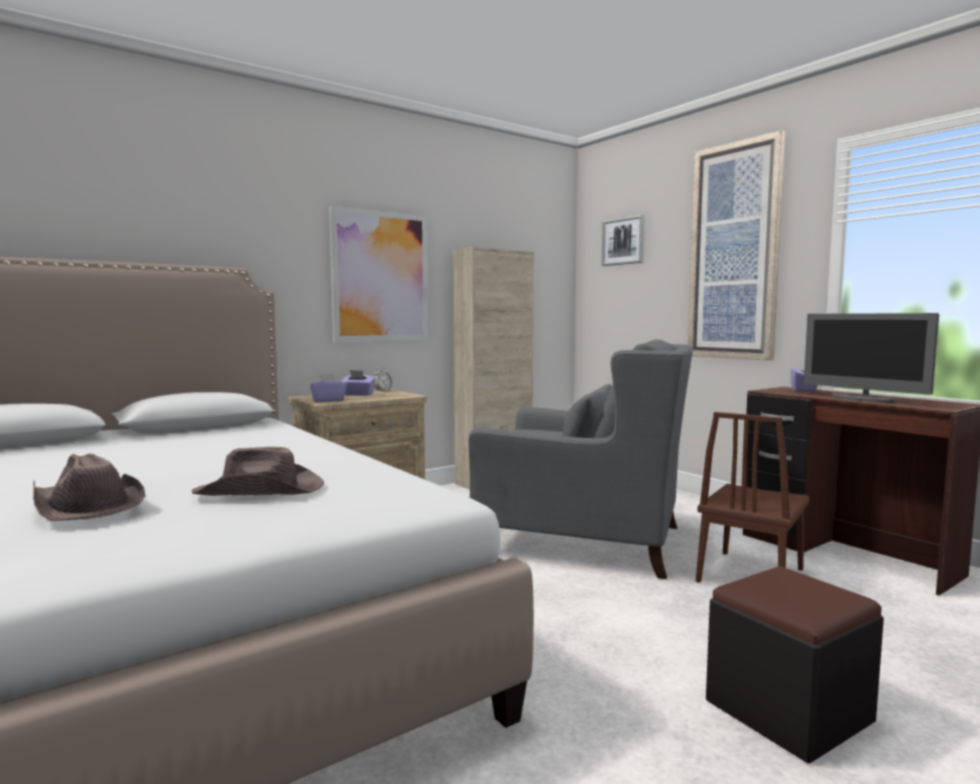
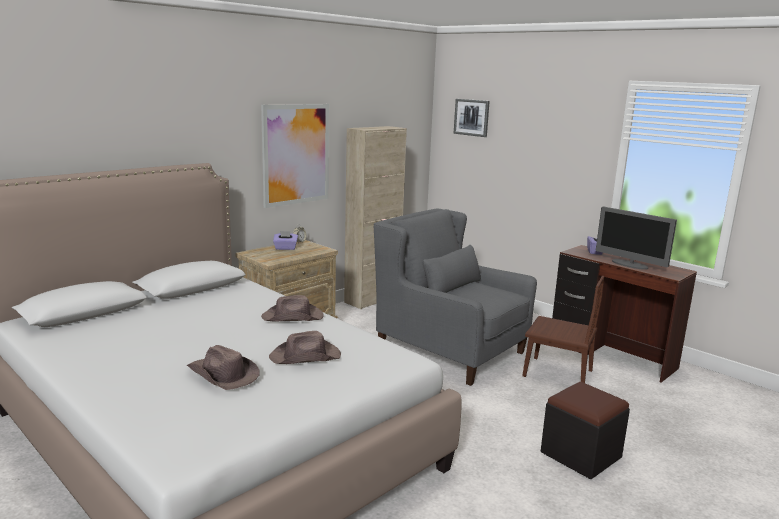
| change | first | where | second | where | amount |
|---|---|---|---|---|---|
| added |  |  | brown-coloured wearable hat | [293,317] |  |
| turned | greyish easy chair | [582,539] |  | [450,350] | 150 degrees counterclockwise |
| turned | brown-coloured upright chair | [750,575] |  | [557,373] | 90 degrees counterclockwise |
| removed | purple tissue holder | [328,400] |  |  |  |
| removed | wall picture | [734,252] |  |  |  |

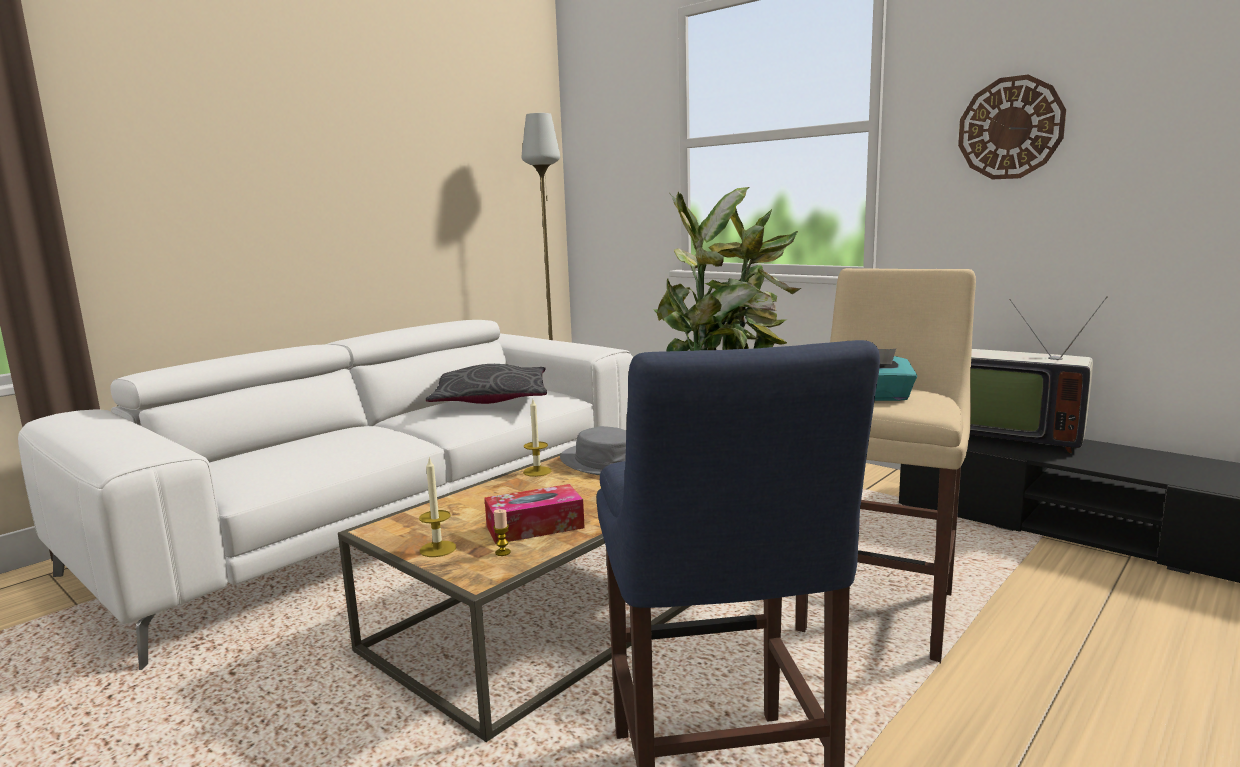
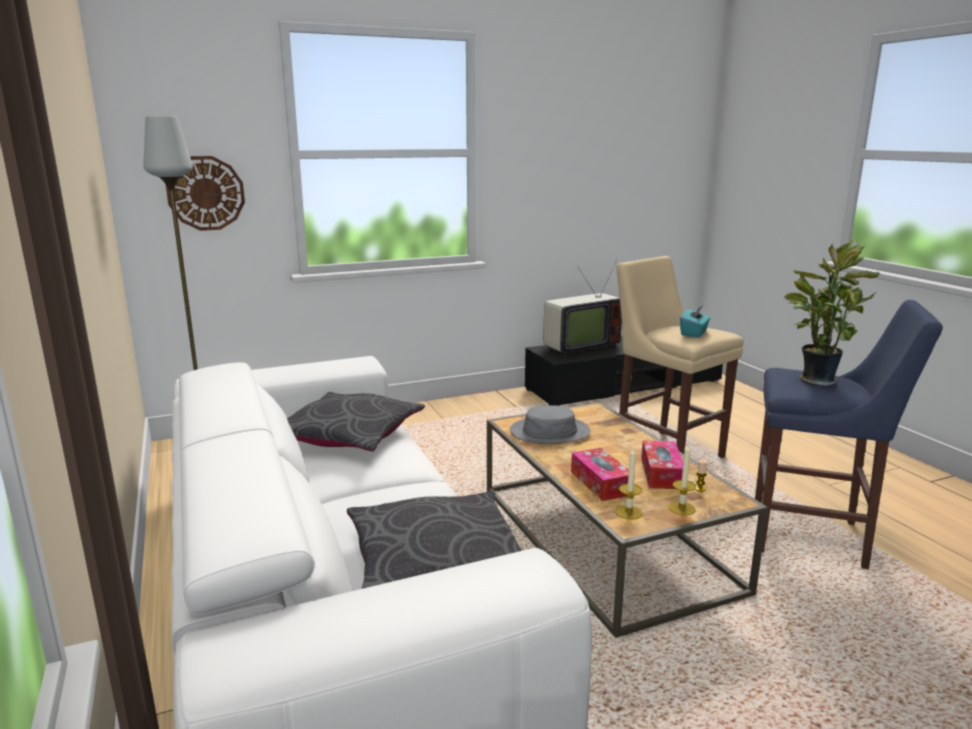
| change | first | where | second | where | amount |
|---|---|---|---|---|---|
| moved | wall clock | [1010,128] |  | [206,193] |  |
| added |  |  | greyish cushion | [435,562] |  |
| added |  |  | tissue holder | [601,483] |  |
| moved | wax candle | [537,471] |  | [628,512] |  |

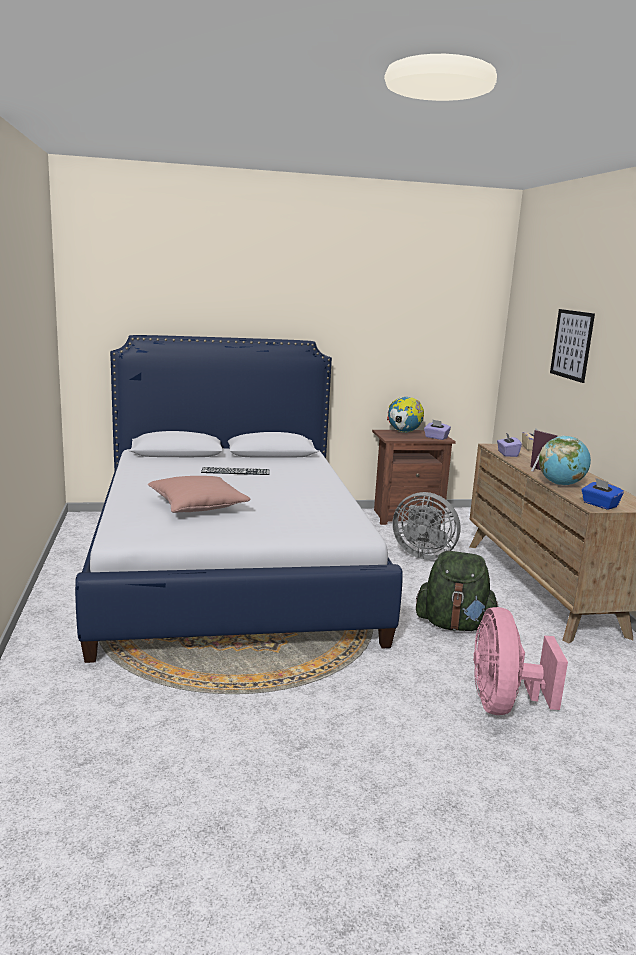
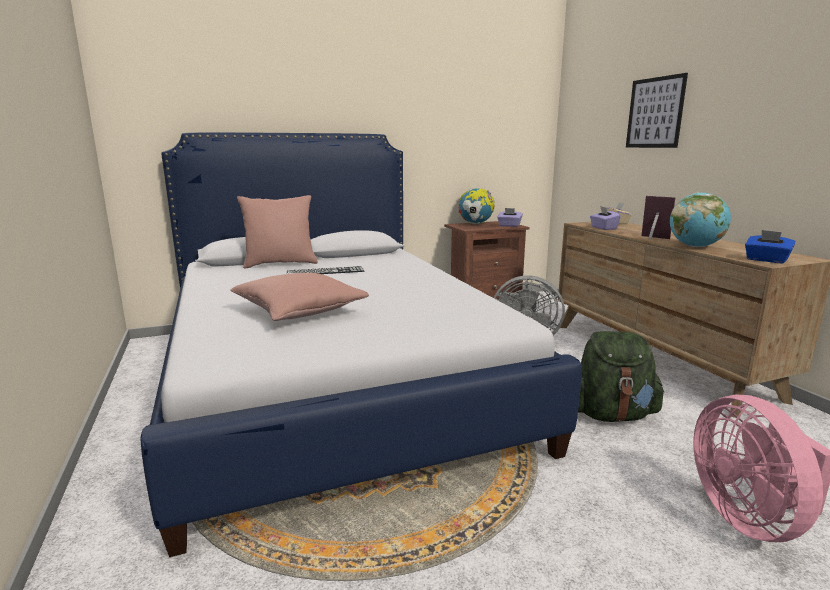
| change | first | where | second | where | amount |
|---|---|---|---|---|---|
| added |  |  | pink cushion | [280,264] |  |

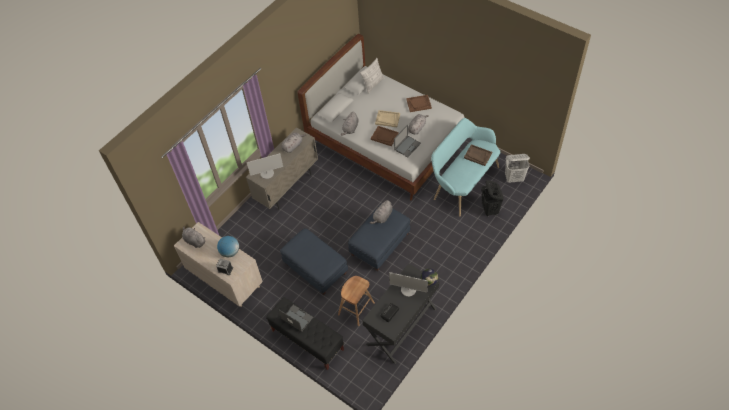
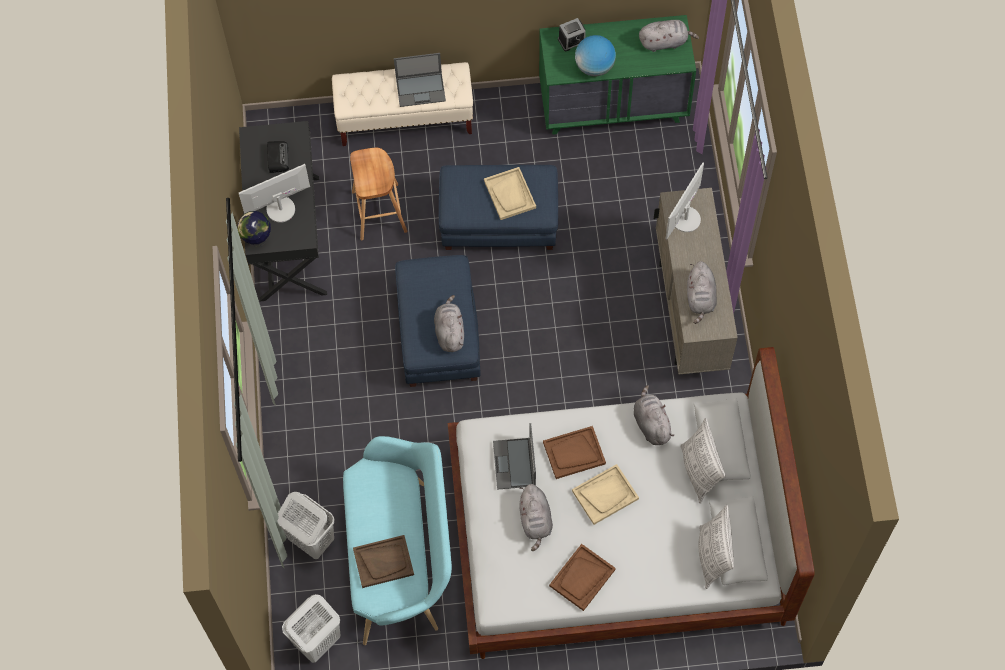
| change | first | where | second | where | amount |
|---|---|---|---|---|---|
| recoloured | blackish hamper | [490,209] | white-coloured hamper | [311,539] |  |
| recoloured | blackish long seat | [307,340] | beige long seat | [405,120] |  |
| added |  |  | beige tray | [510,194] |  |
| recoloured | beige chest of drawers | [225,279] | green chest of drawers | [613,105] |  |
| added |  |  | cushion | [699,472] |  |

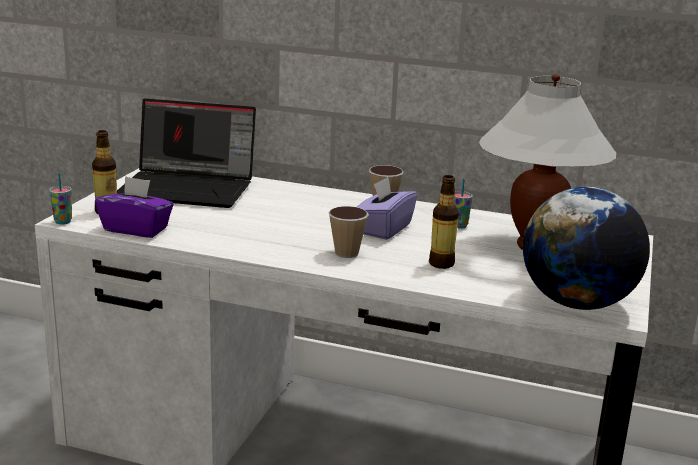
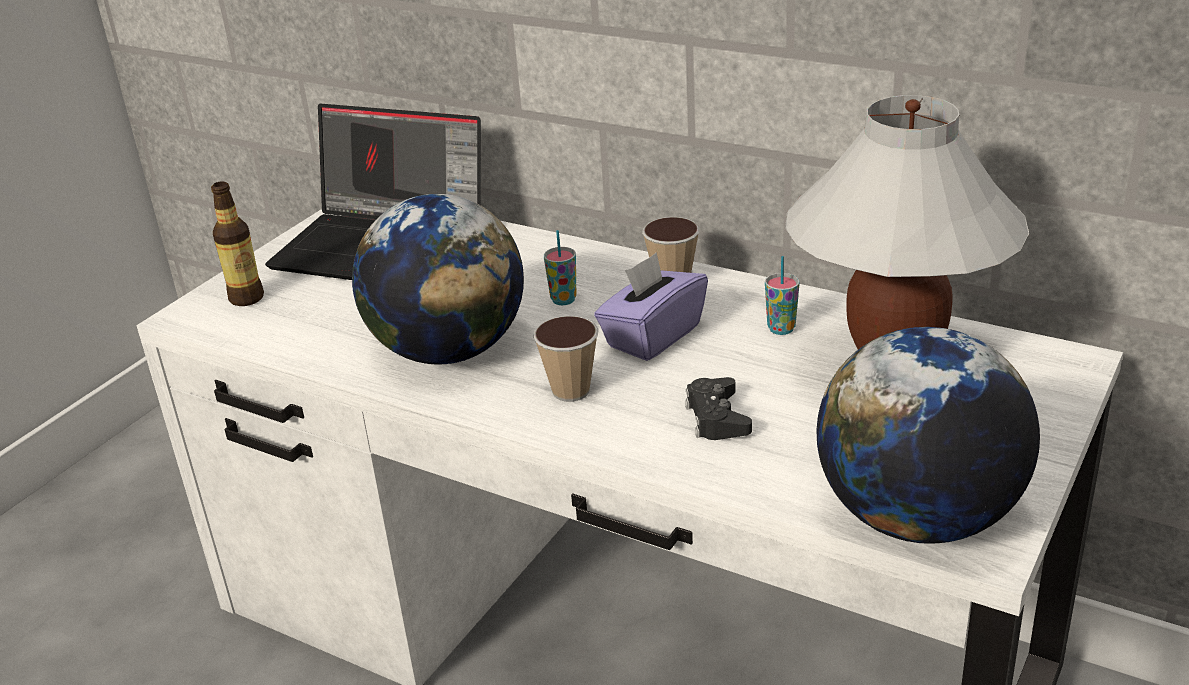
| change | first | where | second | where | amount |
|---|---|---|---|---|---|
| added |  |  | world globe | [449,350] |  |
| moved | small cup | [63,222] |  | [563,300] |  |
| replaced | bottle | [441,264] | blackish joypad | [717,417] |  |
| removed | purple tissue holder | [136,229] |  |  |  |

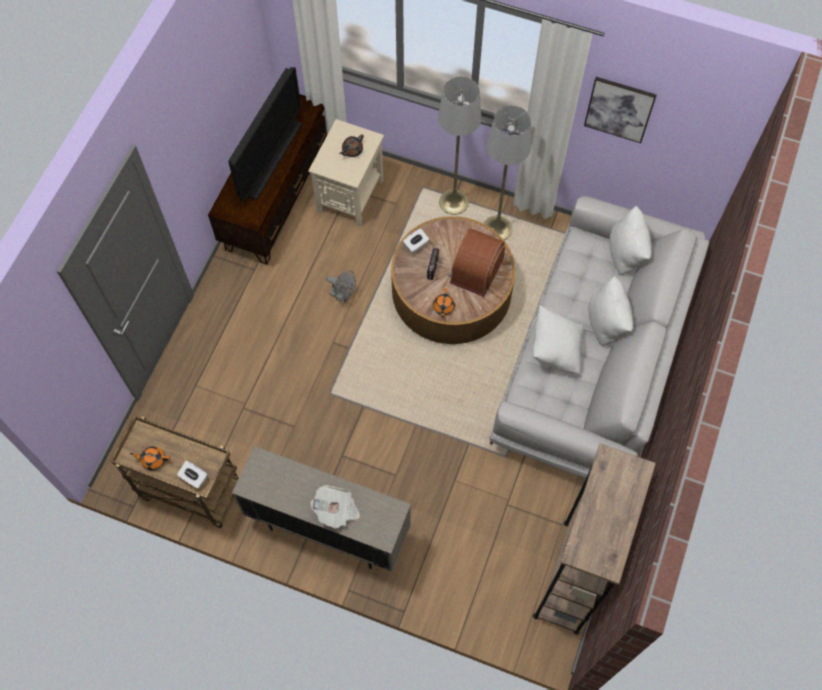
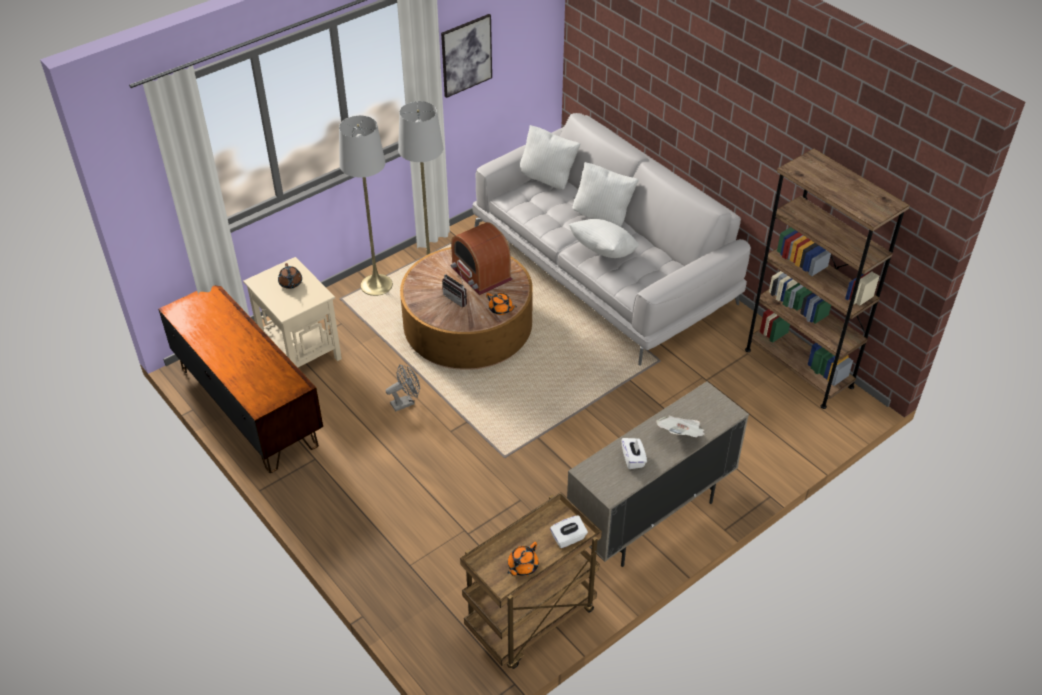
| change | first | where | second | where | amount |
|---|---|---|---|---|---|
| moved | white-coloured tissue holder | [416,245] |  | [633,459] |  |
| removed | TV set | [271,158] |  |  |  |

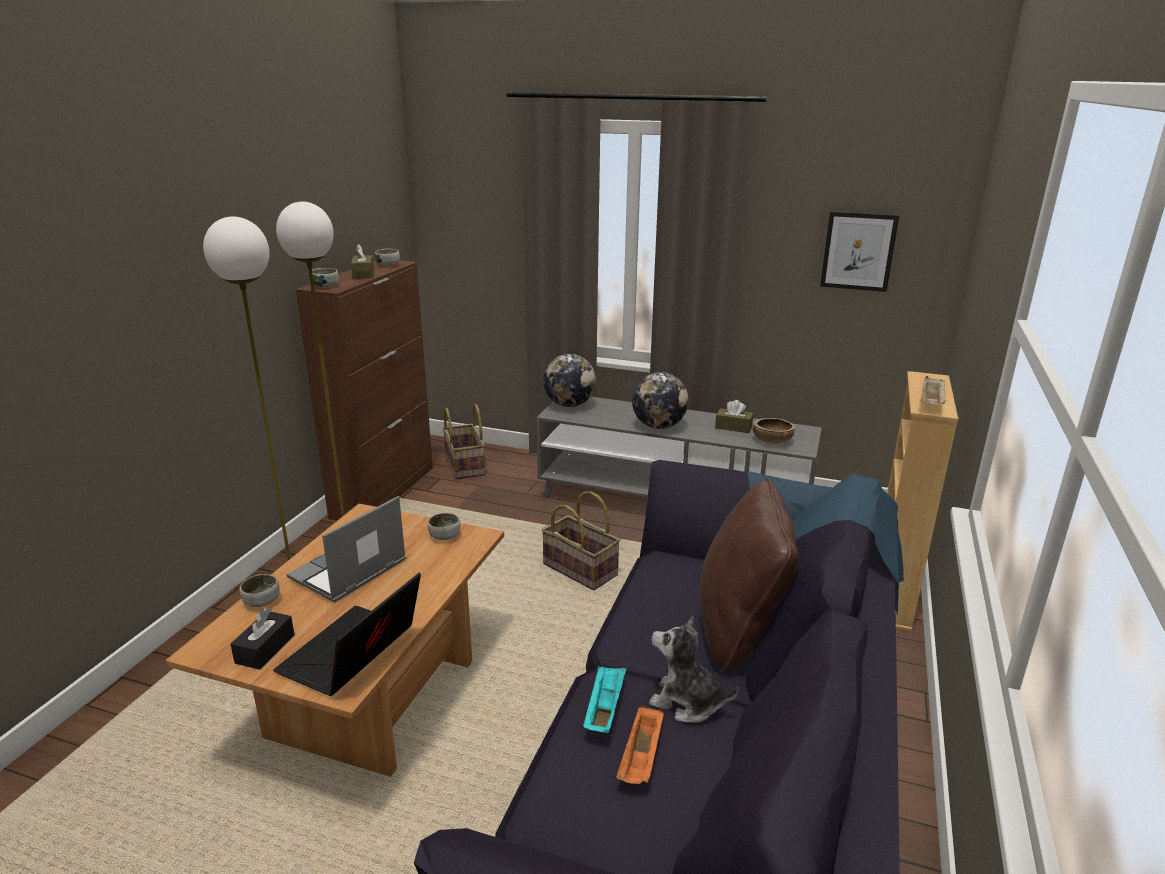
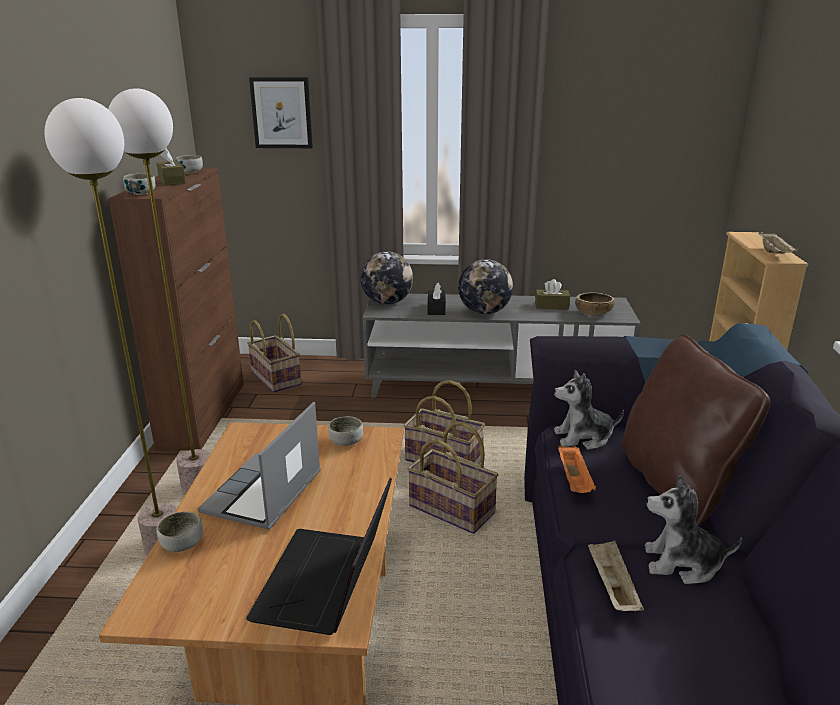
| change | first | where | second | where | amount |
|---|---|---|---|---|---|
| moved | wall picture | [858,251] |  | [281,113] |  |
| added |  |  | storage basket | [453,509] |  |
| moved | blackish tissue holder | [265,649] |  | [436,309] |  |
| added |  |  | cuddly toy | [583,438] |  |
| moved | orangey tray | [641,758] |  | [574,481] |  |
| recoloured | turquoise tray | [604,709] | beige tray | [611,587] |  |

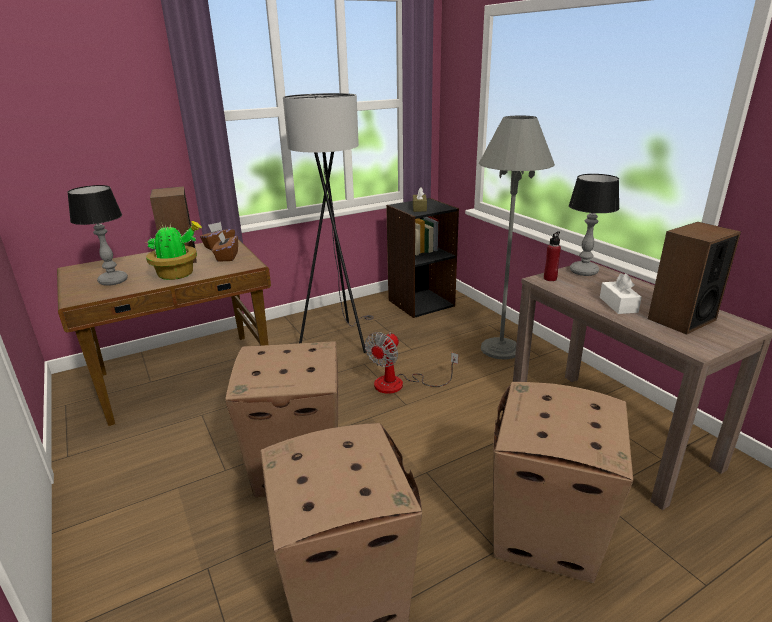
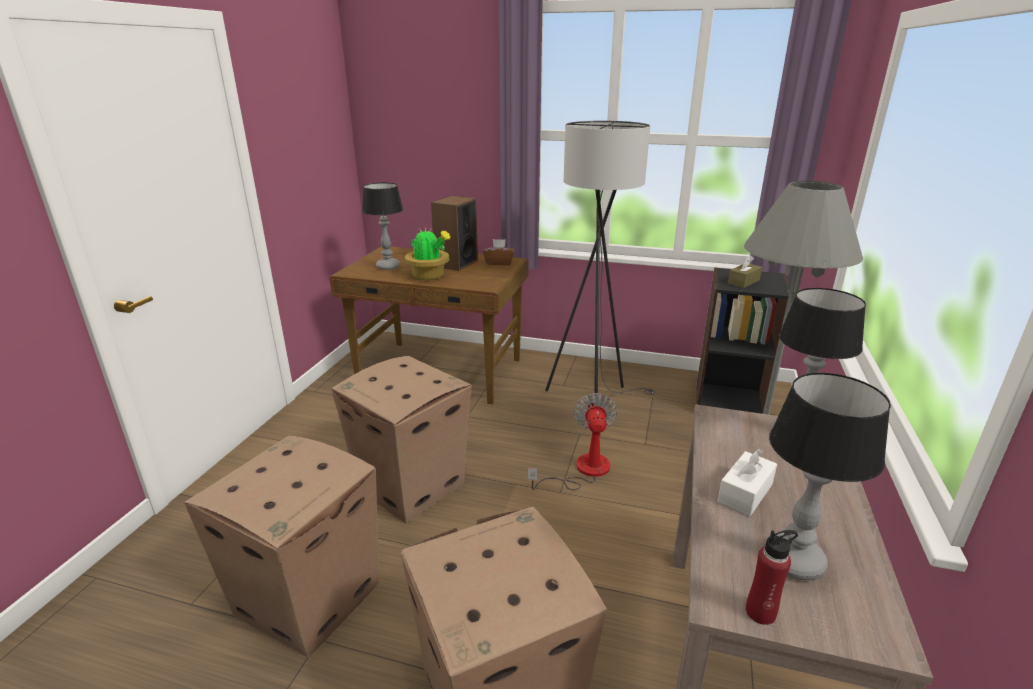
| change | first | where | second | where | amount |
|---|---|---|---|---|---|
| turned | cooling fan | [399,384] |  | [583,471] | 105 degrees clockwise |
| moved | red bottle | [550,278] |  | [760,612] |  |
| replaced | loudspeaker | [681,319] | tabletop lamp | [794,560] |  |
| removed | brown-coloured tissue holder | [227,257] |  |  |  |

